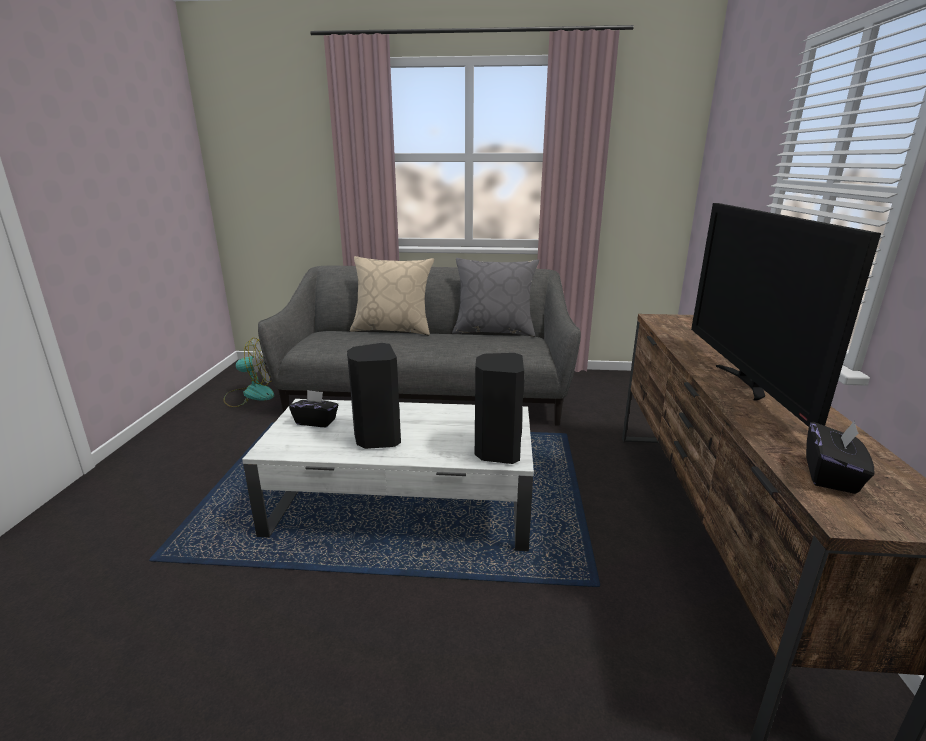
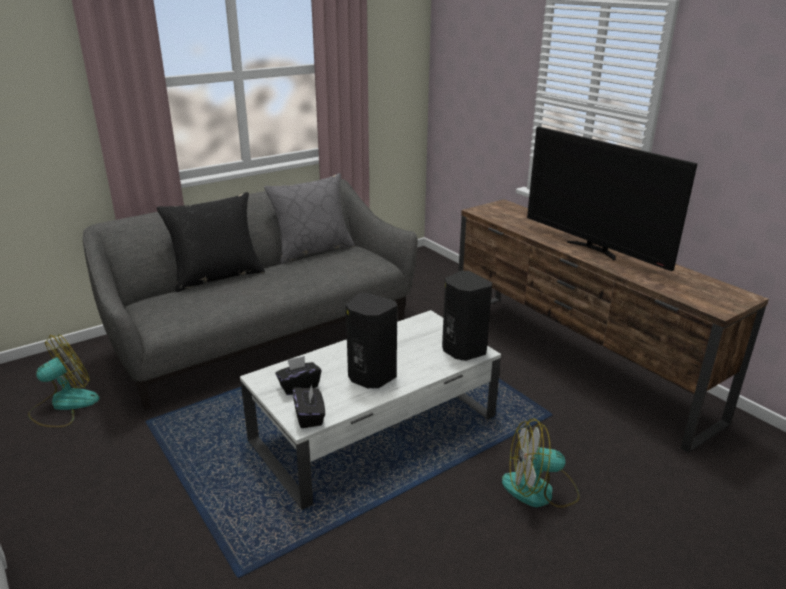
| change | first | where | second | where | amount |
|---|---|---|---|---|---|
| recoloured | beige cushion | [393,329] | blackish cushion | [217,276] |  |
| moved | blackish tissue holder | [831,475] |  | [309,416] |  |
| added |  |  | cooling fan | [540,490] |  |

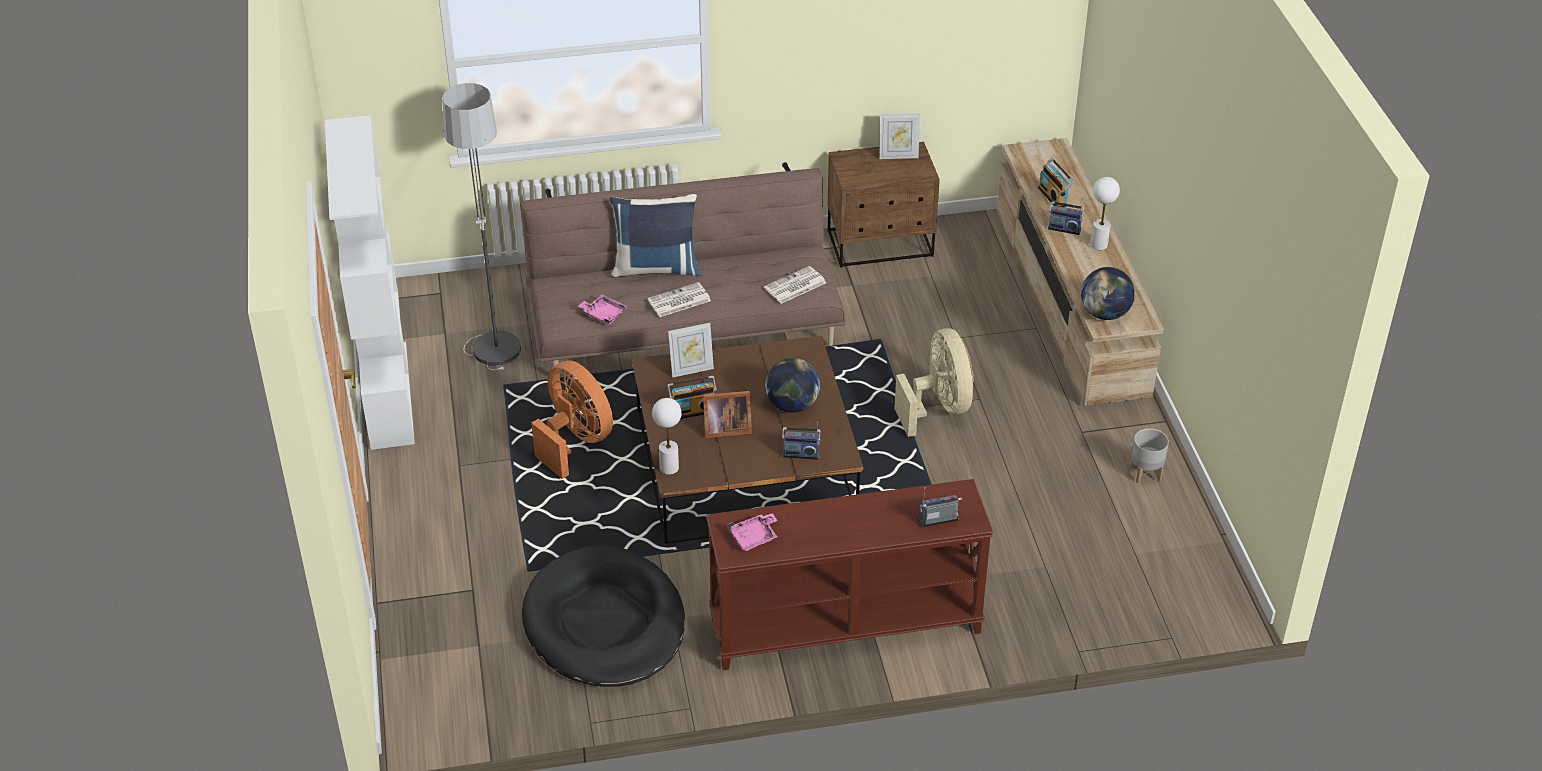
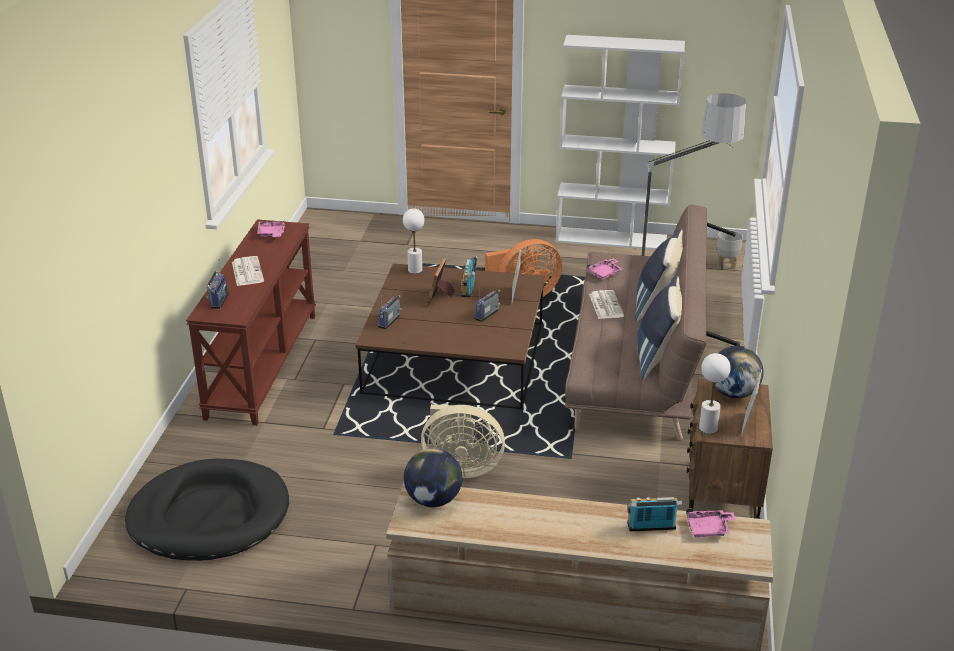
| change | first | where | second | where | amount |
|---|---|---|---|---|---|
| moved | blackish dog cushion | [605,623] |  | [209,516] |  |
| moved | printed paper | [794,286] |  | [247,271] |  |
| moved | radio receiver | [1064,228] |  | [488,315] |  |
| added |  |  | bluish cushion | [657,357] |  |
| added |  |  | pink tray | [709,529] |  |
| moved | white-coloured tabletop lamp | [1099,245] |  | [708,428] |  |
| moved | world globe | [792,405] |  | [733,393] |  |
| moved | greyish flower pot | [1145,473] |  | [726,264] |  |

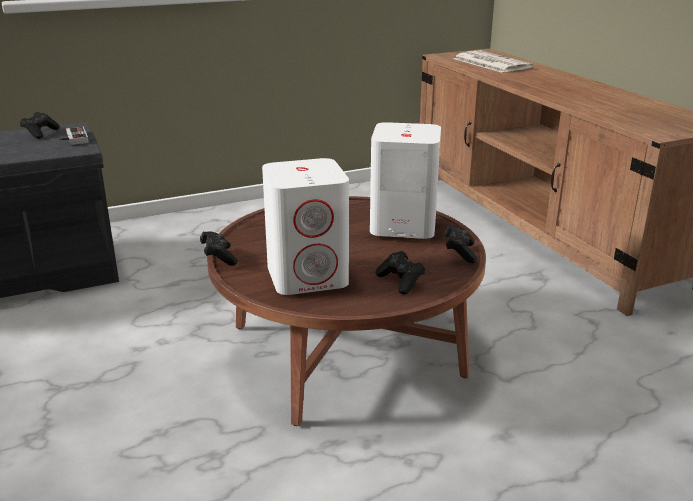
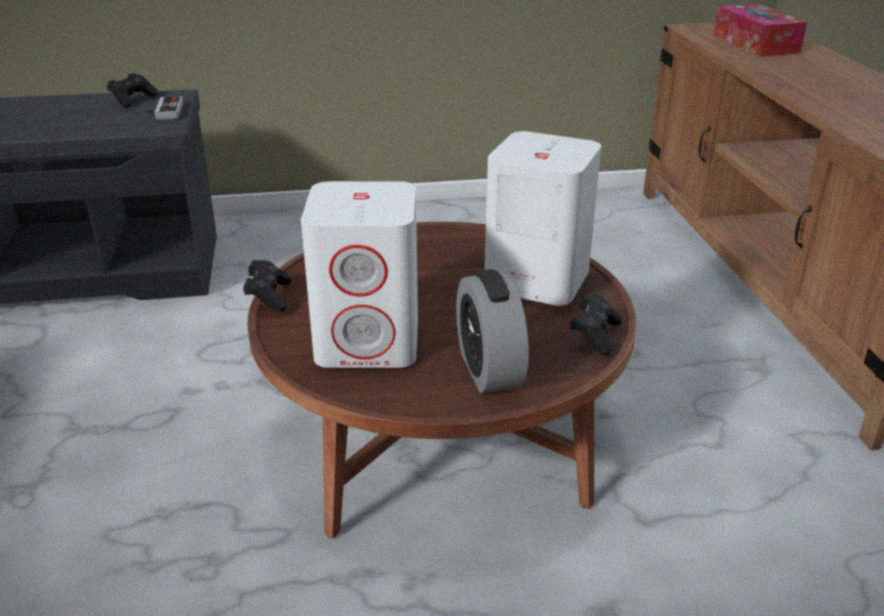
| change | first | where | second | where | amount |
|---|---|---|---|---|---|
| replaced | blackish joypad | [401,282] | bedside clock | [489,370] |  |
| replaced | printed paper | [490,63] | tissue holder | [755,44] |  |

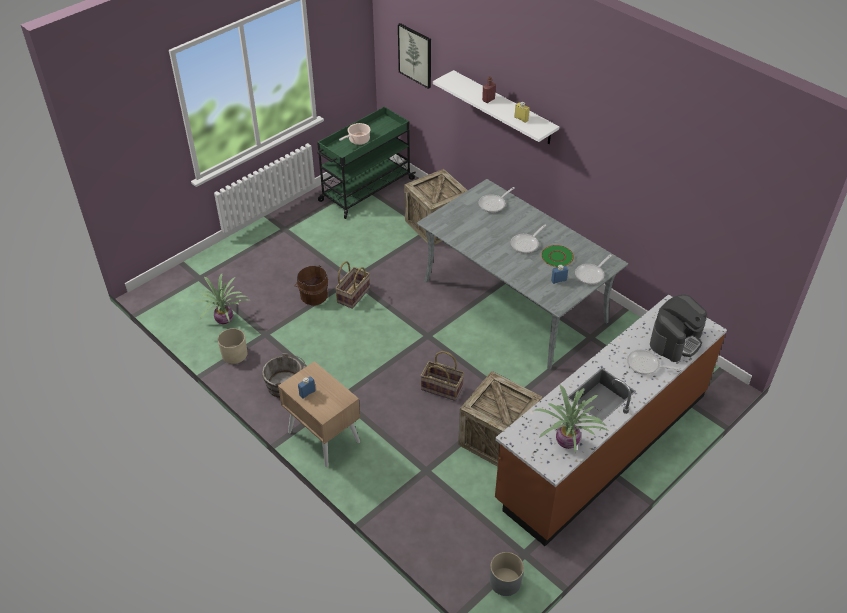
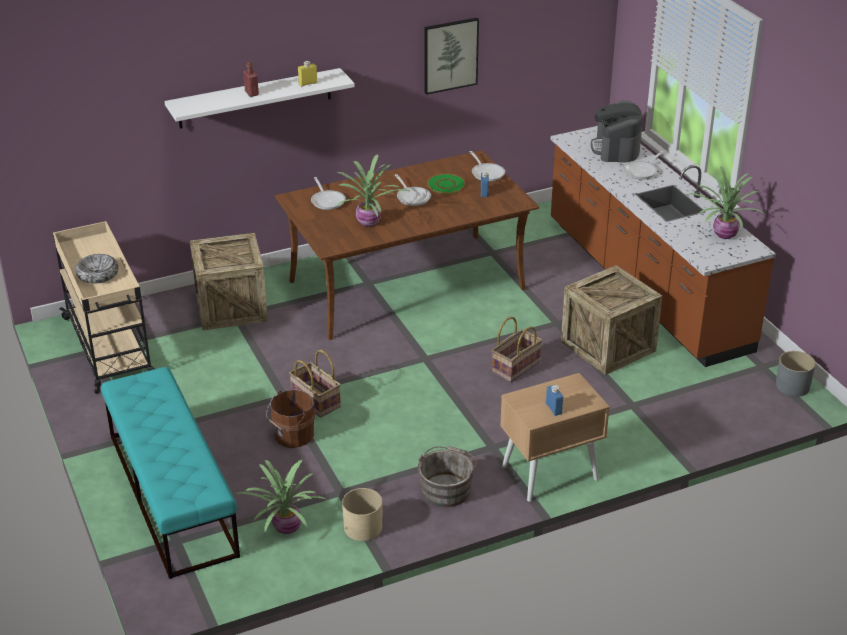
| change | first | where | second | where | amount |
|---|---|---|---|---|---|
| recoloured | green wheeled cart | [366,190] | beige wheeled cart | [109,349] |  |
| replaced | cooking pot | [358,140] | deep dish | [98,274] |  |
| added |  |  | turquoise long seat | [171,493] |  |
| recoloured | greyish dining table | [515,301] | brown-coloured dining table | [407,285] |  |
| added |  |  | potted plant | [369,223] |  |
| moved | wall picture | [415,55] |  | [450,55] |  |
| turned | coffee maker | [675,340] |  | [616,148] | 150 degrees counterclockwise |

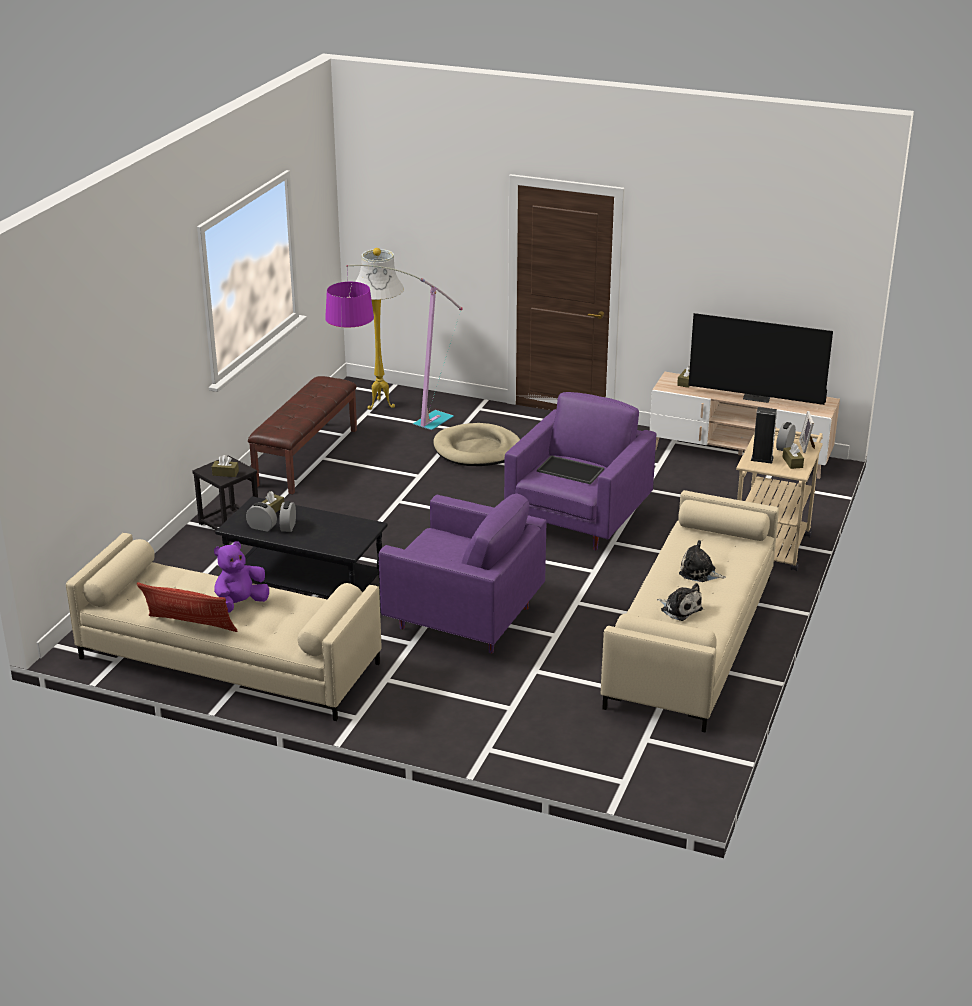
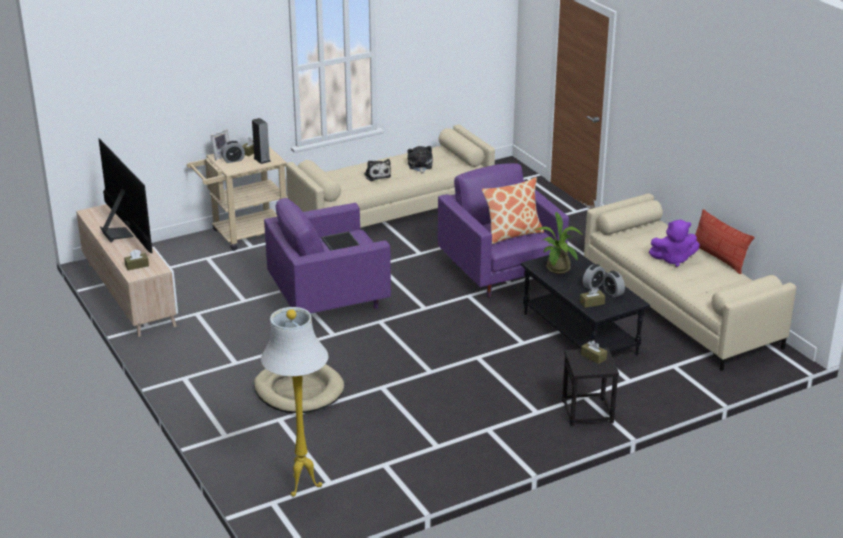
| change | first | where | second | where | amount |
|---|---|---|---|---|---|
| added |  |  | cushion | [512,234] |  |
| added |  |  | potted plant | [558,270] |  |
| removed | brown-coloured long seat | [306,457] |  |  |  |
| removed | standing lamp | [391,445] |  |  |  |

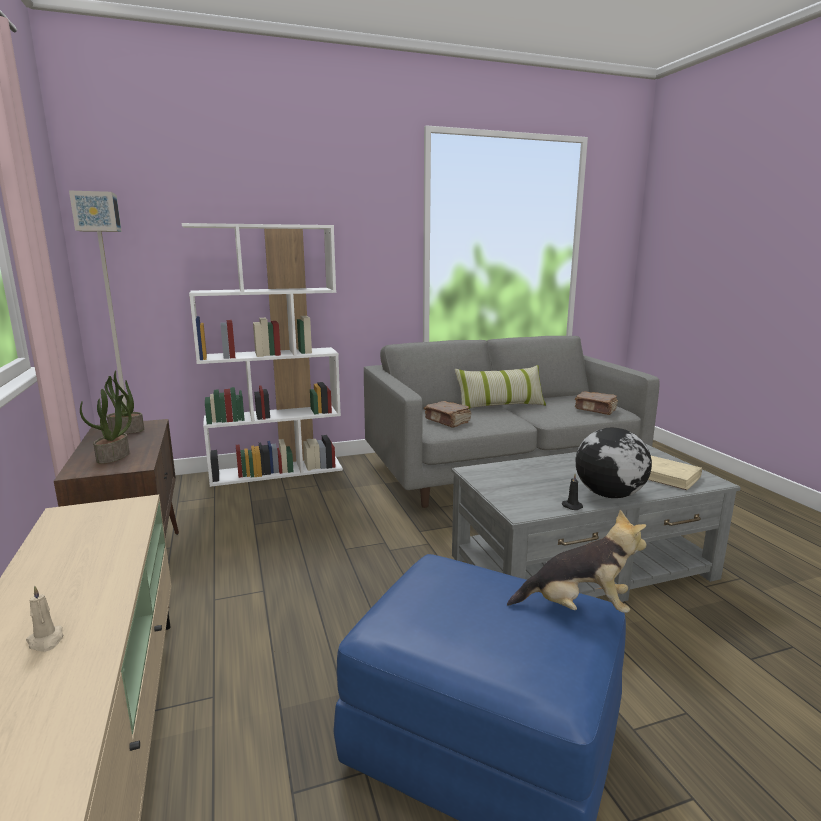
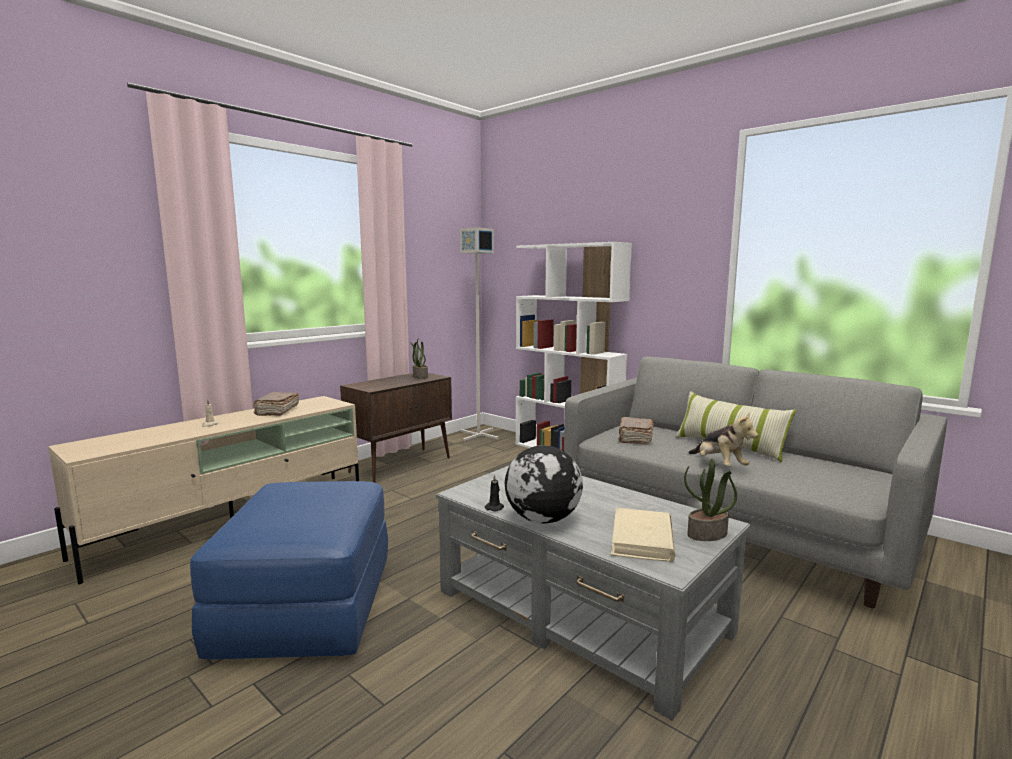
| change | first | where | second | where | amount |
|---|---|---|---|---|---|
| moved | brown-coloured book | [595,410] |  | [277,411] |  |
| moved | potted plant | [113,457] |  | [707,534] |  |
| moved | cuddly toy | [577,608] |  | [719,465] |  |

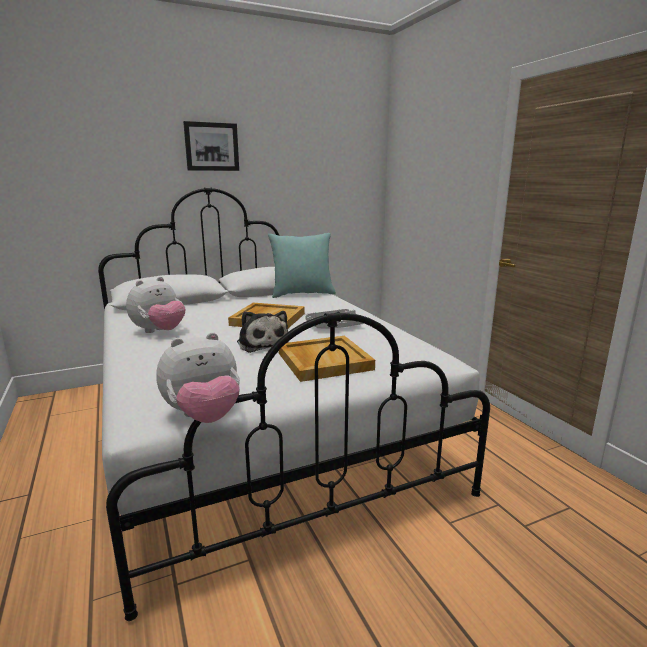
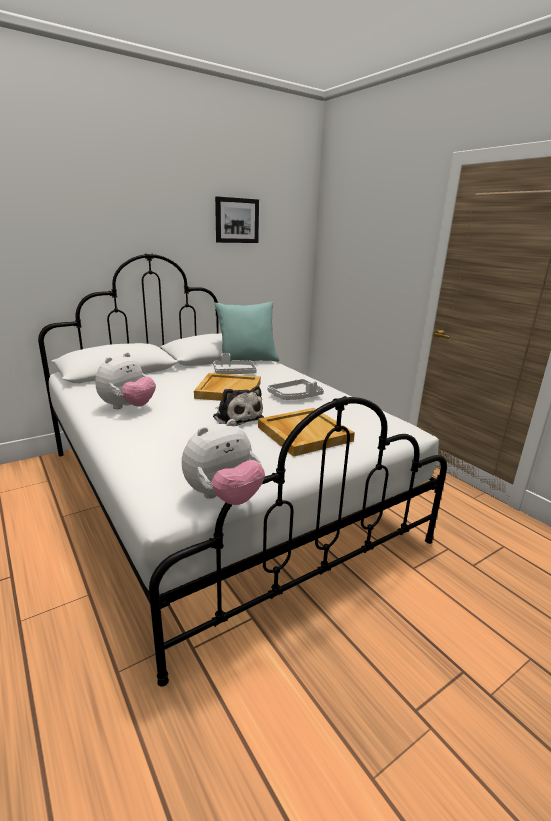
| change | first | where | second | where | amount |
|---|---|---|---|---|---|
| added |  |  | greyish tray | [234,373] |  |
| moved | wall picture | [211,147] |  | [236,220] |  |

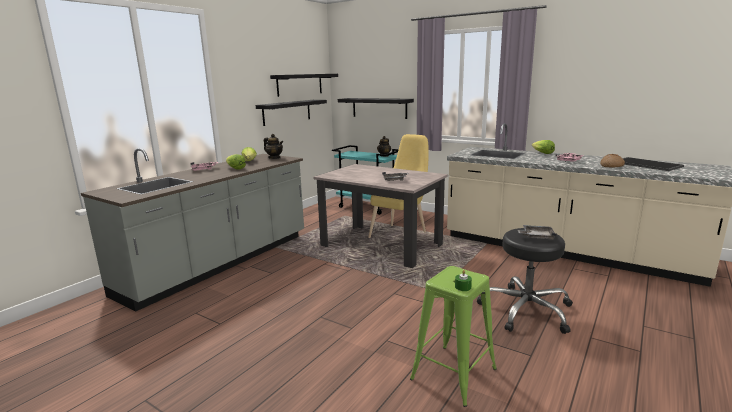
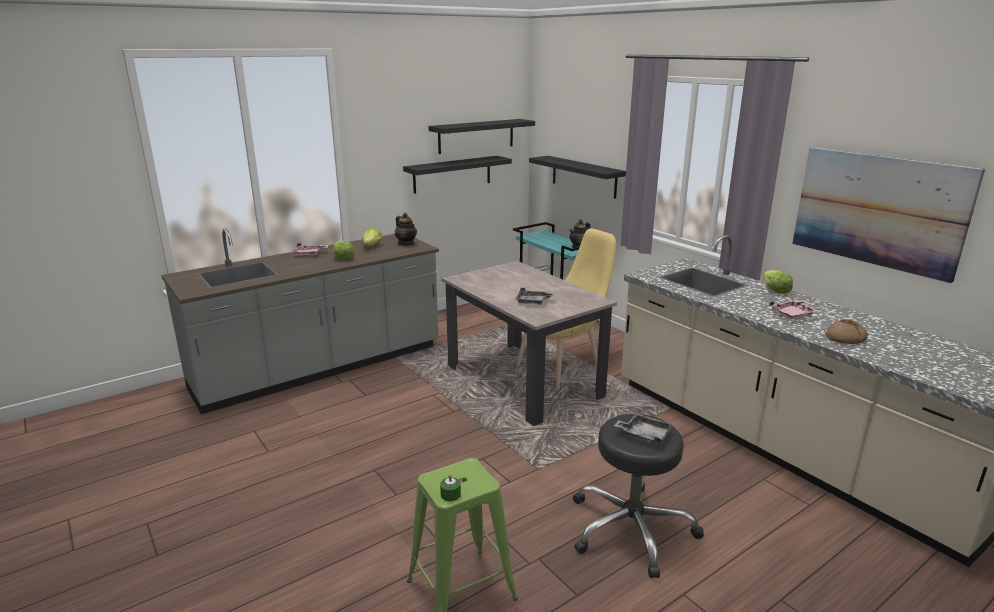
| change | first | where | second | where | amount |
|---|---|---|---|---|---|
| added |  |  | wall picture | [878,210] |  |
| removed | tray | [645,164] |  |  |  |

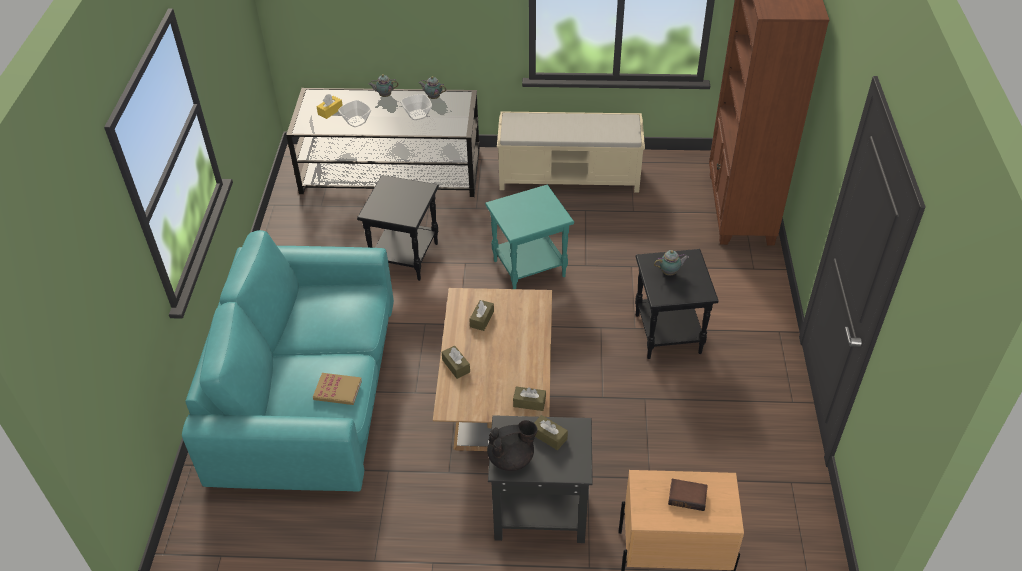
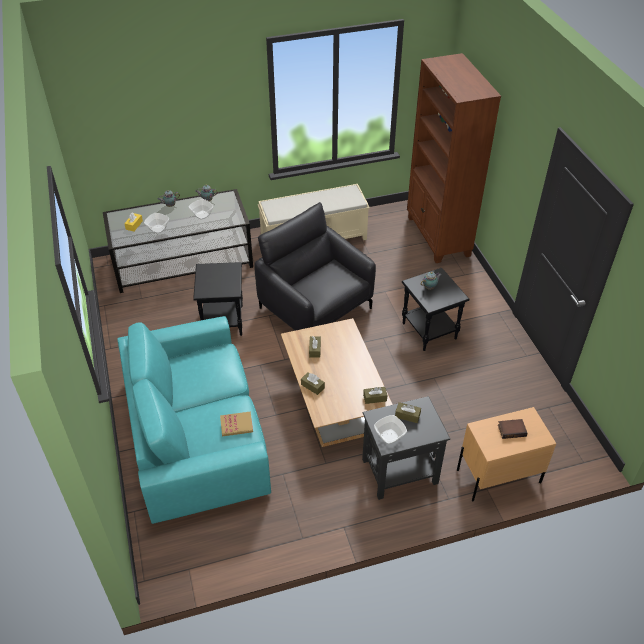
| change | first | where | second | where | amount |
|---|---|---|---|---|---|
| replaced | turquoise accent table | [529,267] | blackish easy chair | [315,308] |  |
| replaced | blackish teapot | [512,458] | deep dish | [390,436] |  |

